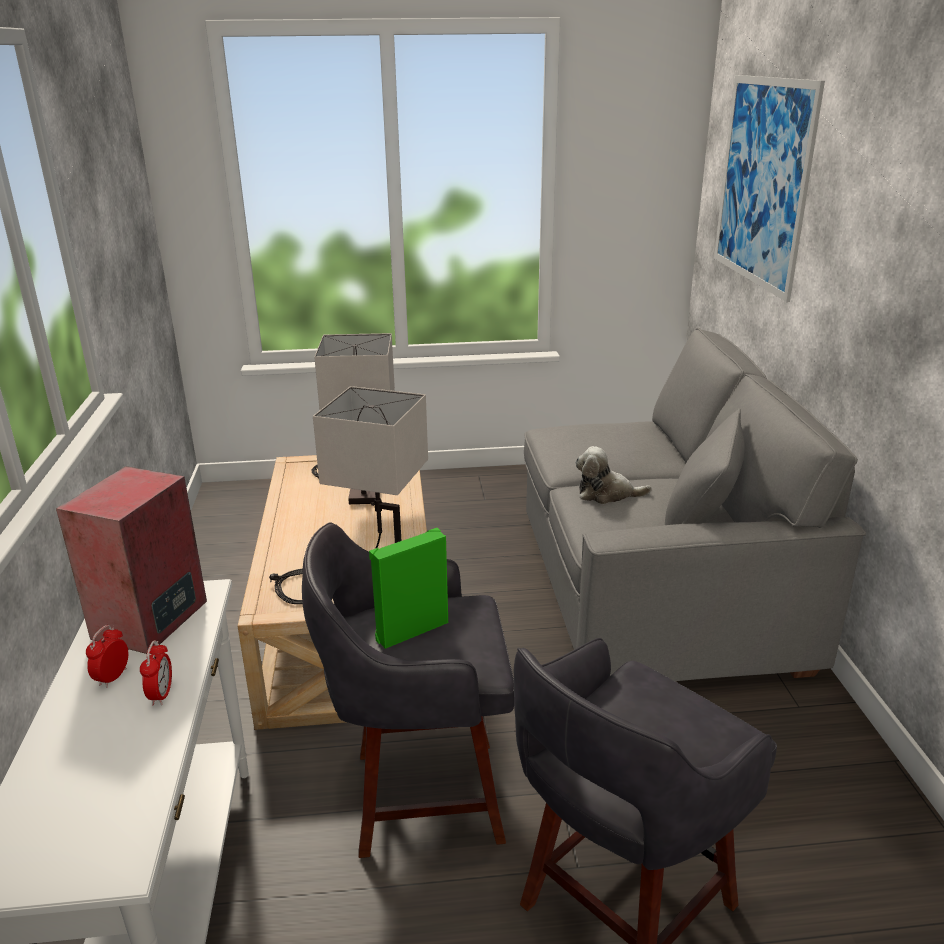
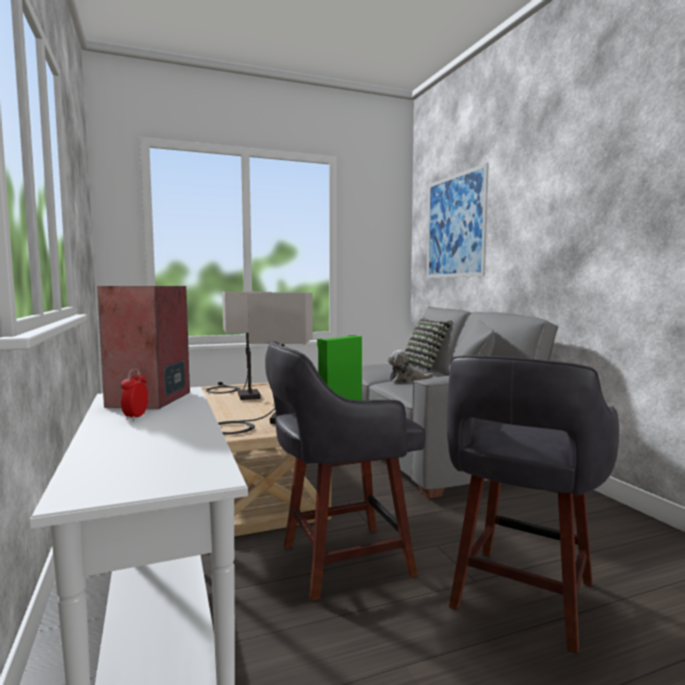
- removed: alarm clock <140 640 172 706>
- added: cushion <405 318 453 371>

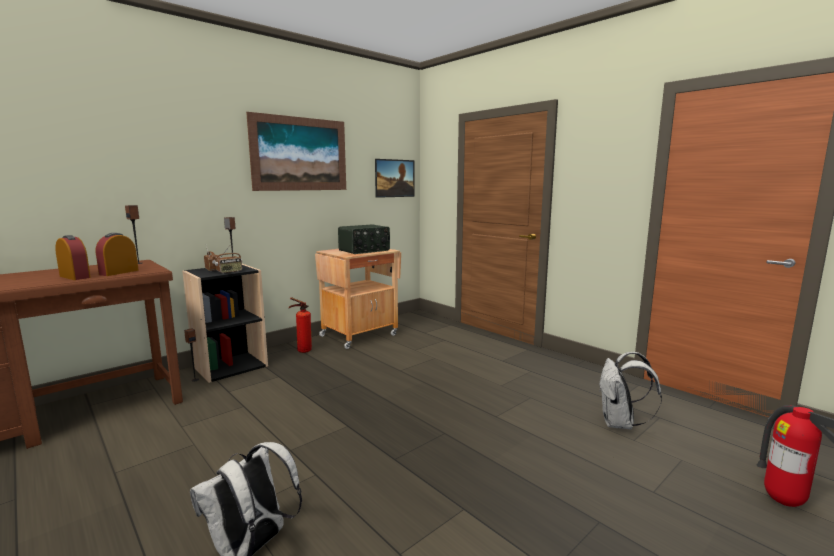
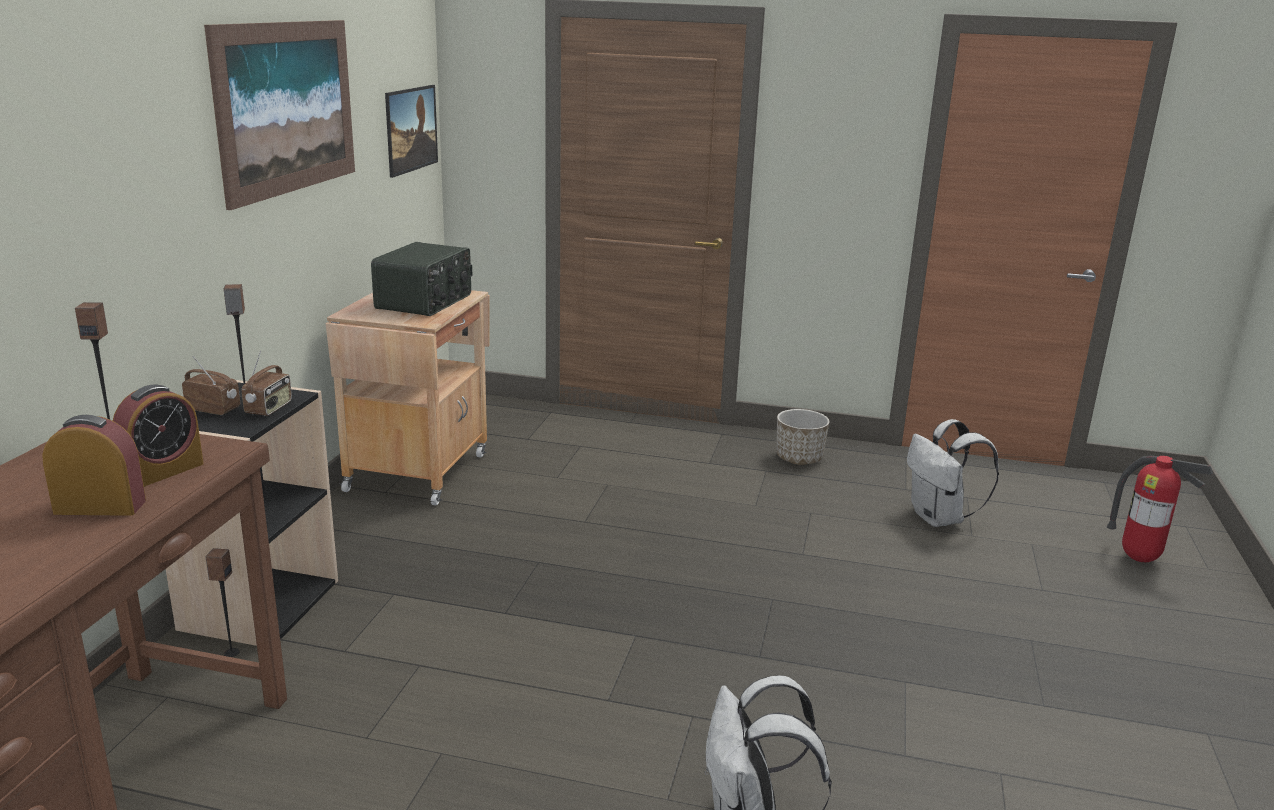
- removed: fire-fighting cylinder <289 297 312 353>
- added: flower pot <776 409 830 465>
- turned: alarm clock <95 233 139 276> = <113 385 204 487> 135 degrees counterclockwise

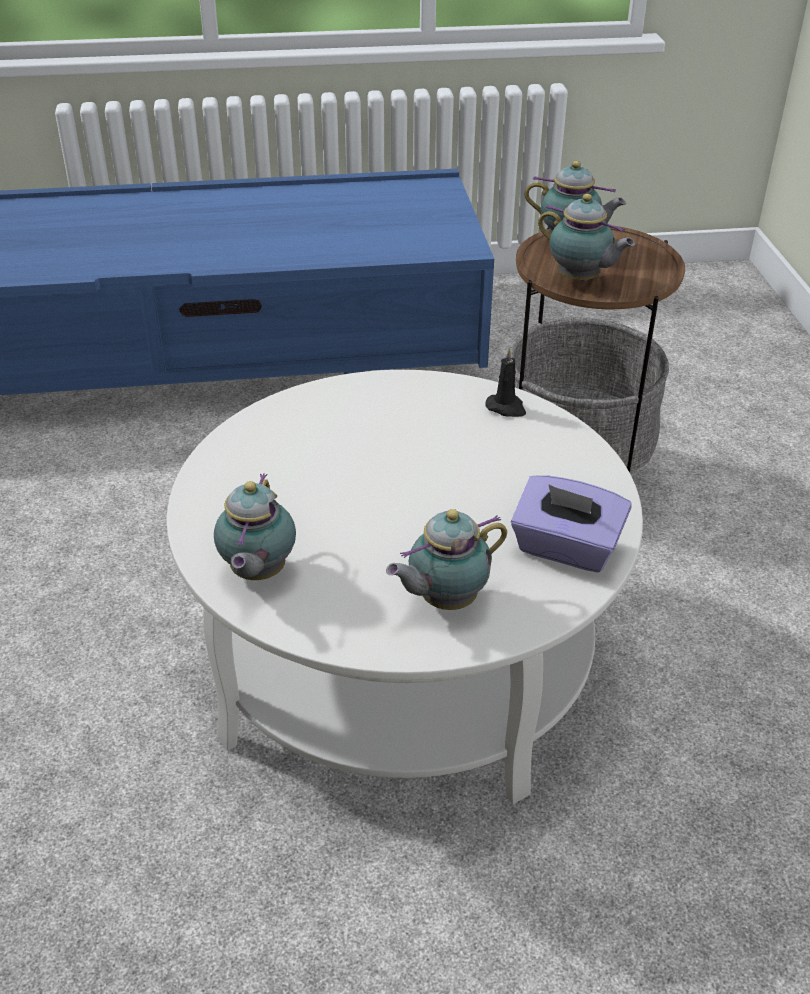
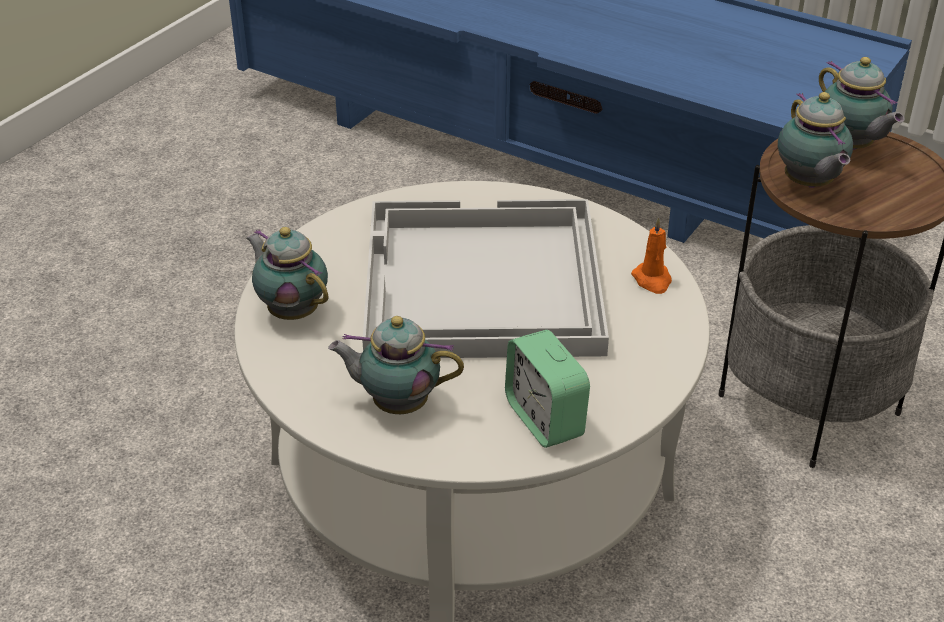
- added: whitish serving tray <362 199 609 358>
- replaced: purplish box of tissues <511 475 631 573> to alarm clock <505 330 590 448>
- recoloured: blackish candle <485 348 526 417> to orangey candle <631 217 672 294>
- turned: pot for tea <214 473 296 580> = <246 227 328 320> 90 degrees clockwise

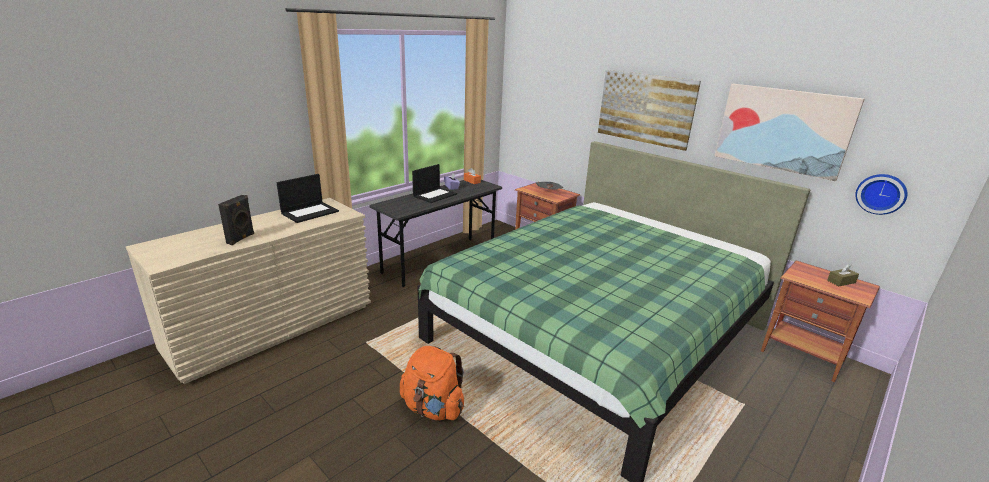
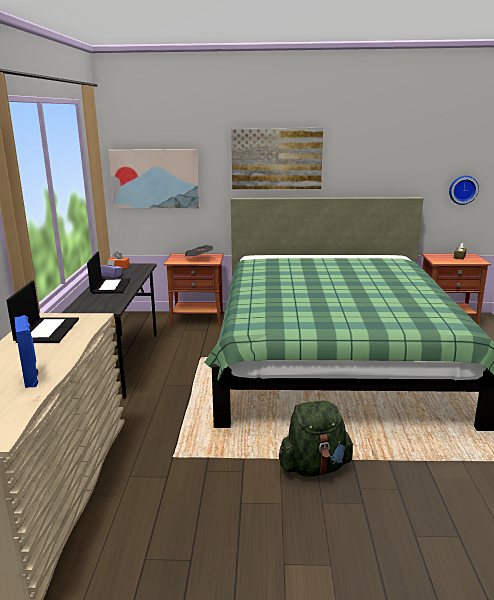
- moved: wall picture <715 84 865 181> to <108 149 199 209>
- recoloured: blackish audio speaker <218 195 254 245> to blue-coloured audio speaker <15 315 38 388>
- recoloured: orangey knapsack <400 346 464 420> to greenish knapsack <279 401 354 477>

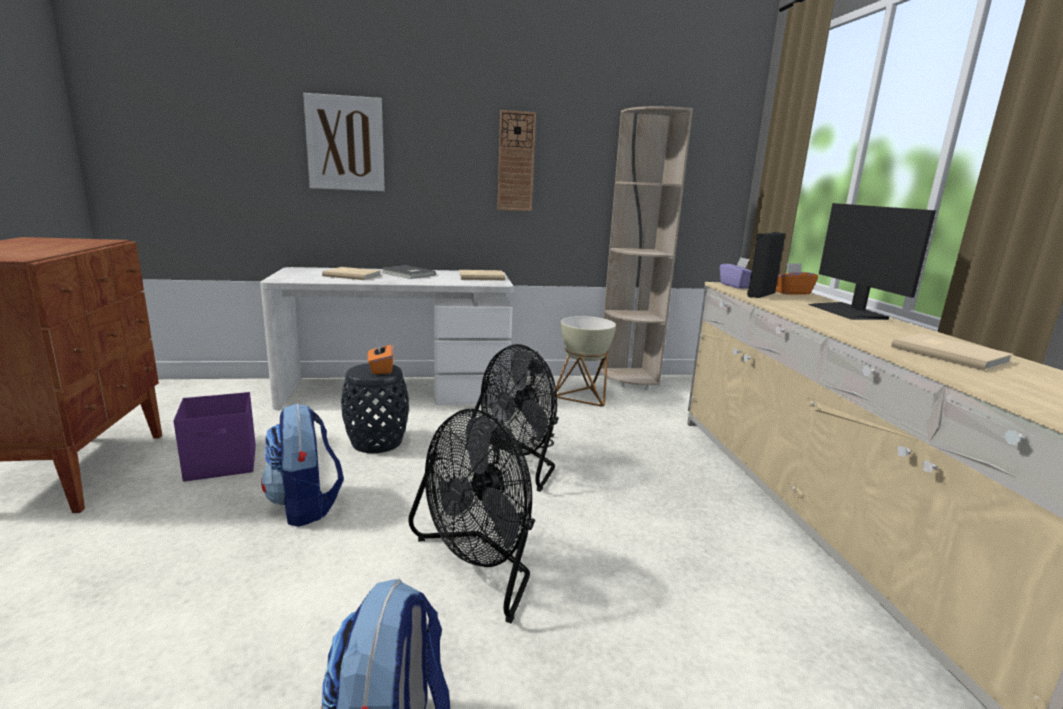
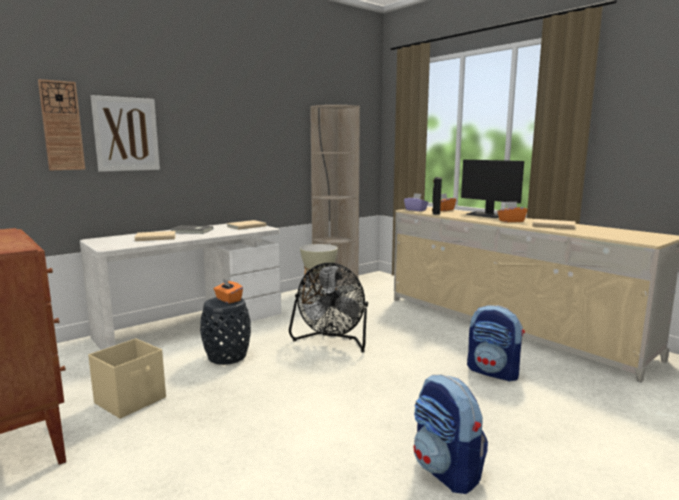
- removed: blackish fan <409 409 535 623>
- added: orangey box of tissues <497 201 528 222>
- moved: knapsack <261 403 344 527> to <467 305 525 382>
- moved: clock on the wall <497 110 536 211> to <38 79 85 170>
- recoloured: purplish storage container <173 392 256 482> to beige storage container <88 339 166 419>

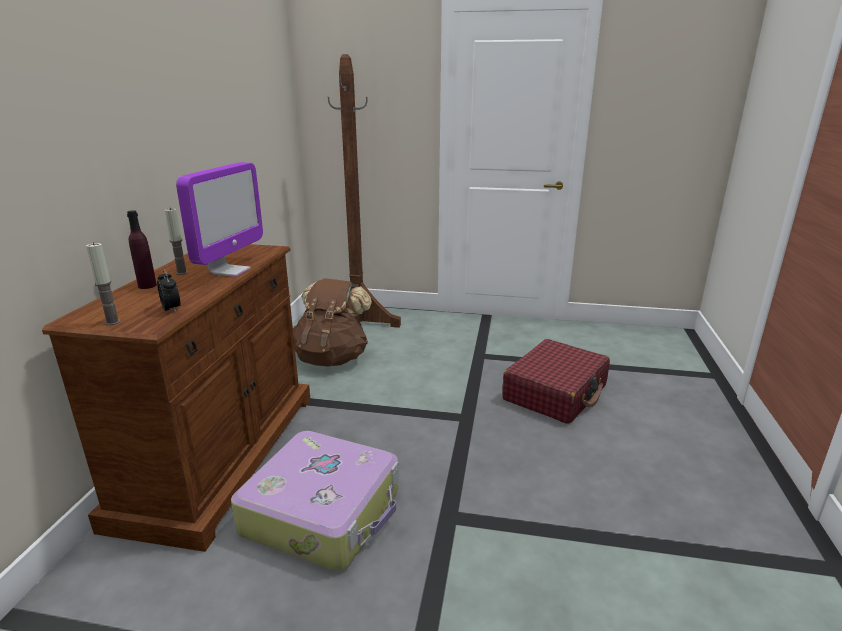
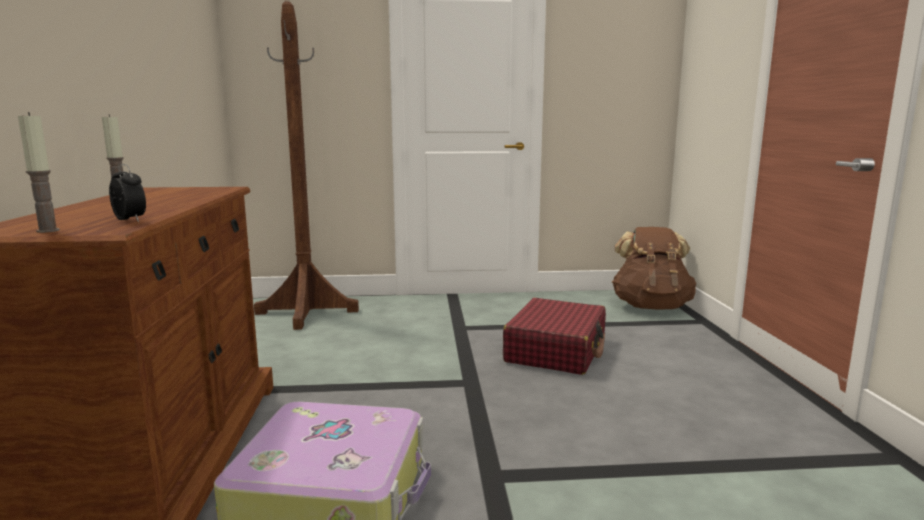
- removed: purplish bottle <127 210 157 289>
- removed: monitor <176 162 263 277>
- moved: brownish knapsack <293 278 372 367> to <612 227 697 310>

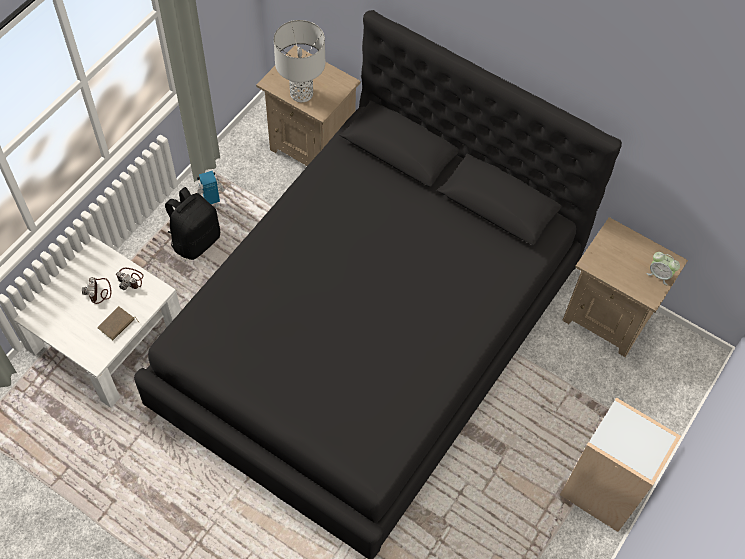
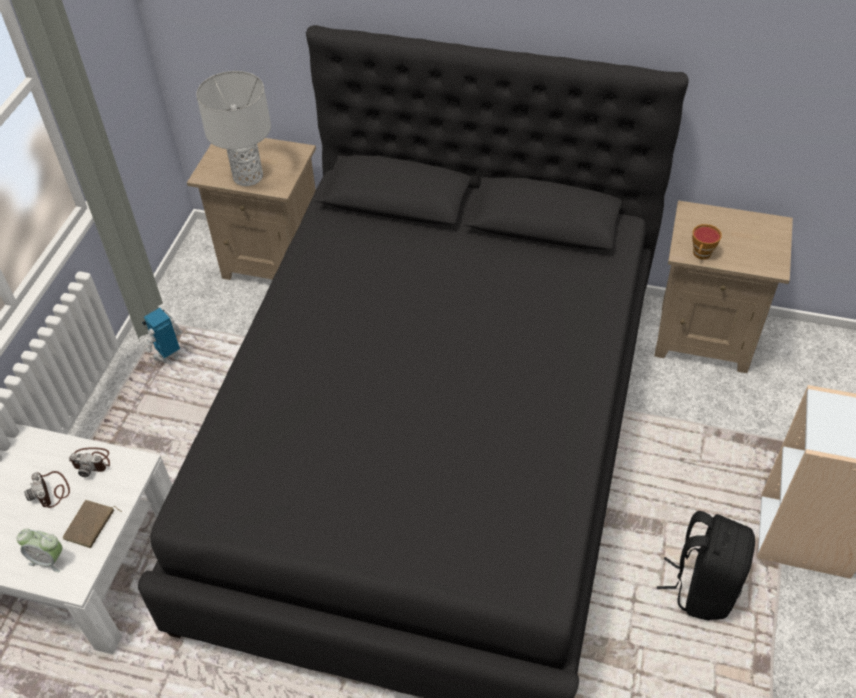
- added: drinking cup <692 224 722 260>
- moved: blackish knapsack <165 187 220 260> to <657 511 755 621>
- moved: alarm clock <646 252 680 285> to <17 528 62 572>

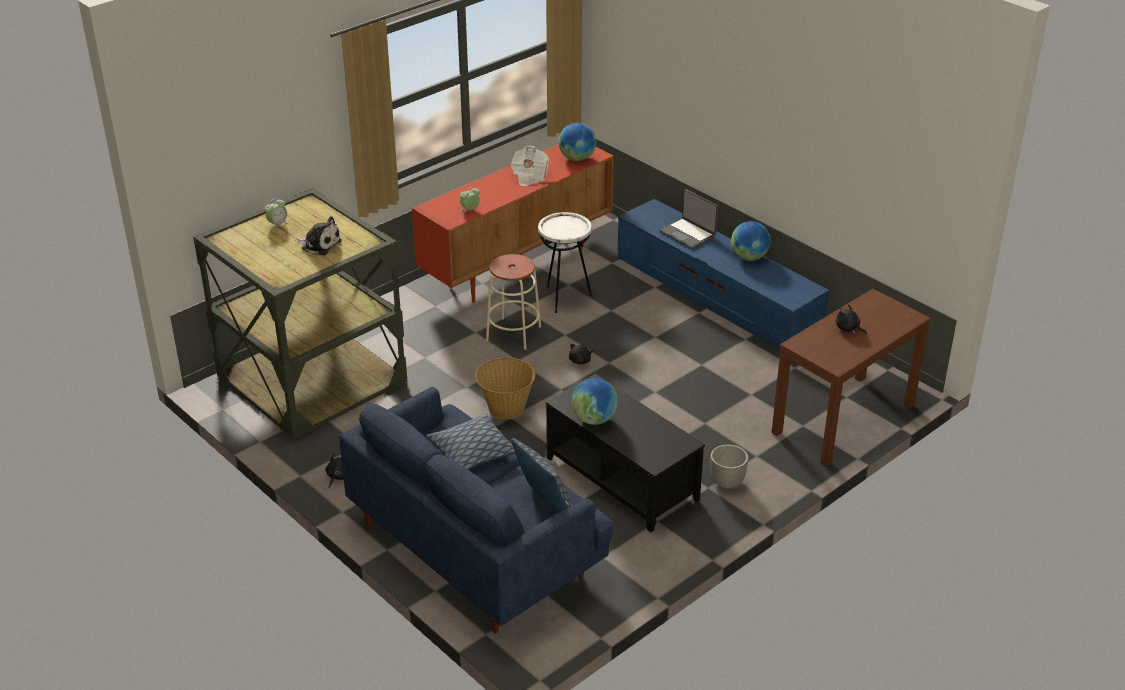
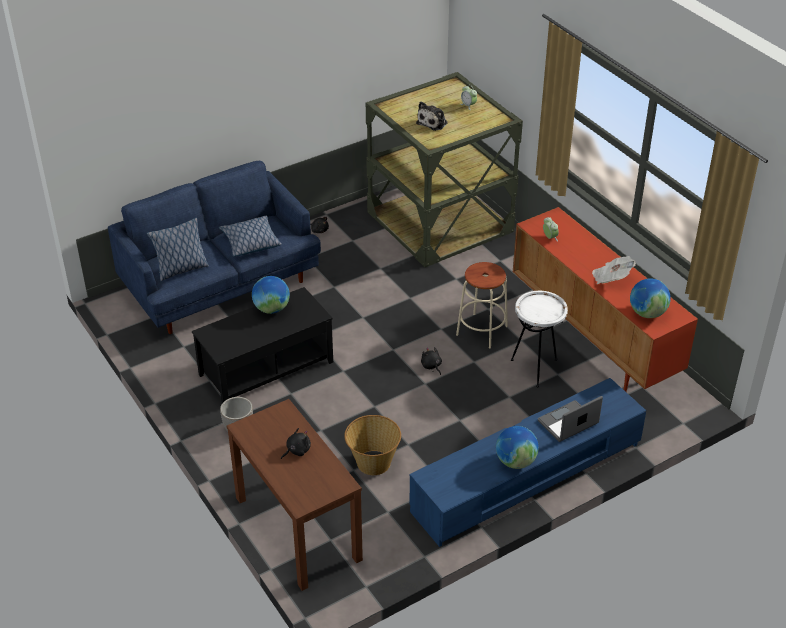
- moved: storage basket <475 358 535 419> to <344 415 401 475>

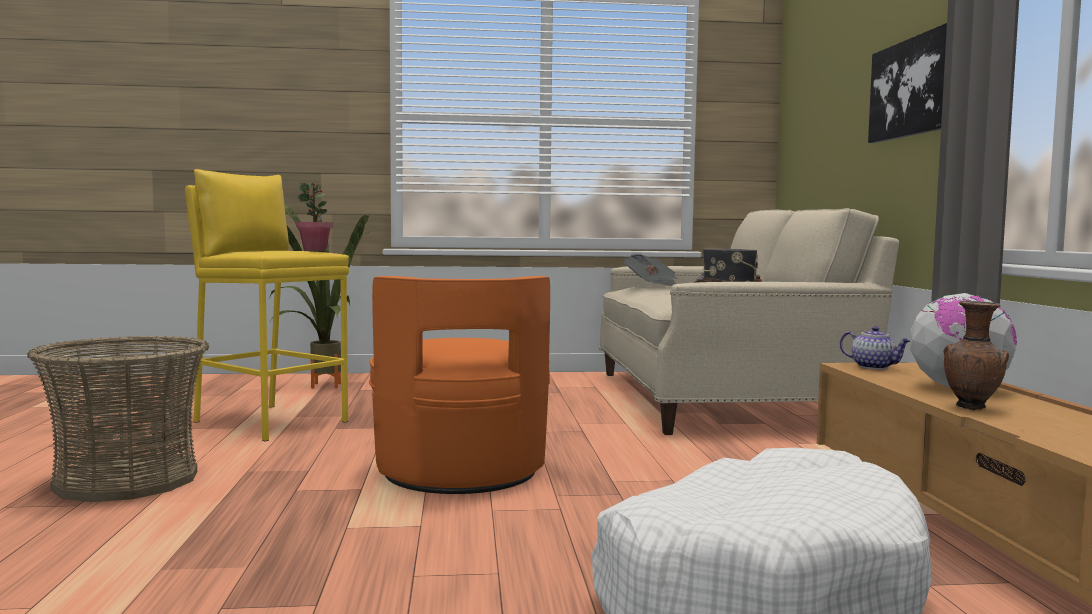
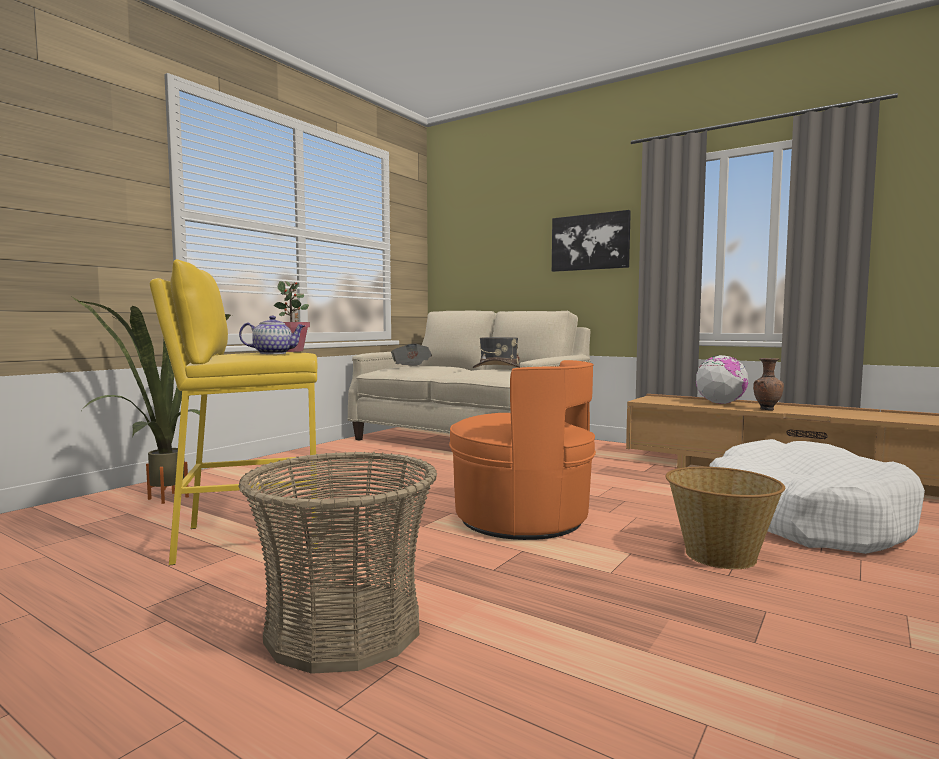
- added: storage basket <665 467 785 569>
- moved: pot for tea <840 326 910 370> to <239 316 305 354>

